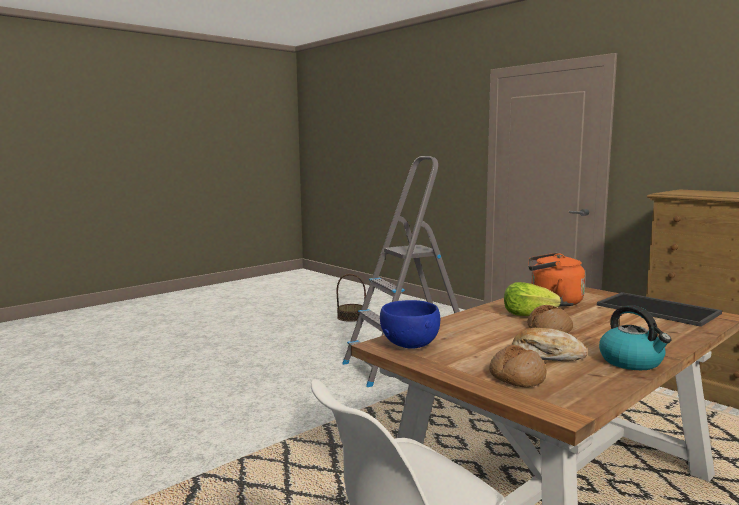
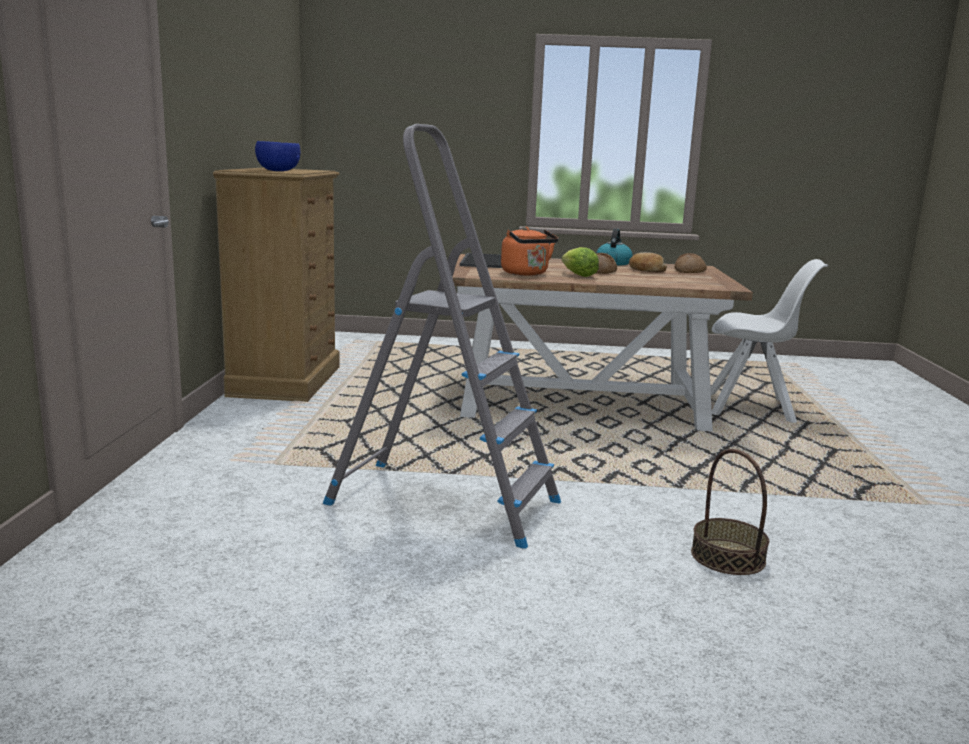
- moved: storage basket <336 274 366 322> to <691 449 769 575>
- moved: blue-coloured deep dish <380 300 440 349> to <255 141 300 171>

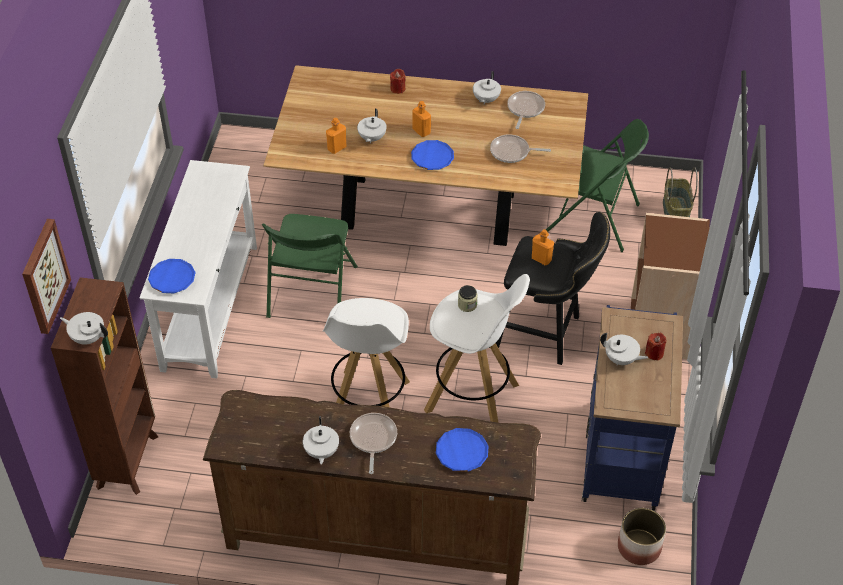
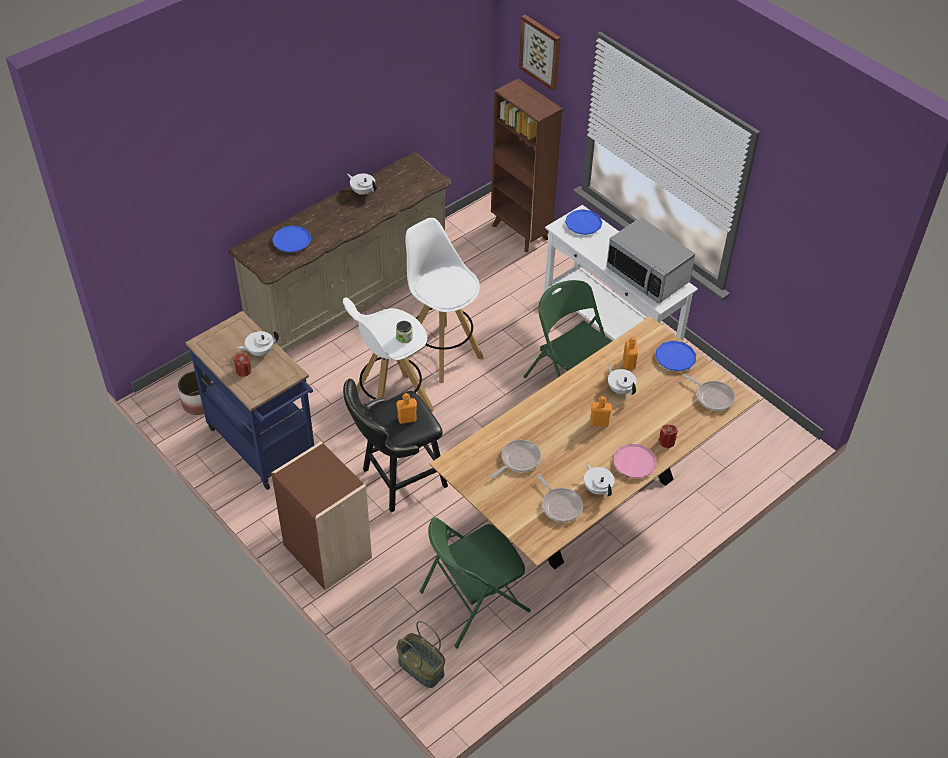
- removed: whitish pot for tea <60 312 108 345>
- added: microwave <606 217 695 304>
- added: pinkish plate <613 444 656 479>
- moved: pan <350 413 397 474> to <683 374 735 411>
- moved: blue-coloured plate <411 140 454 170> to <656 341 696 371>

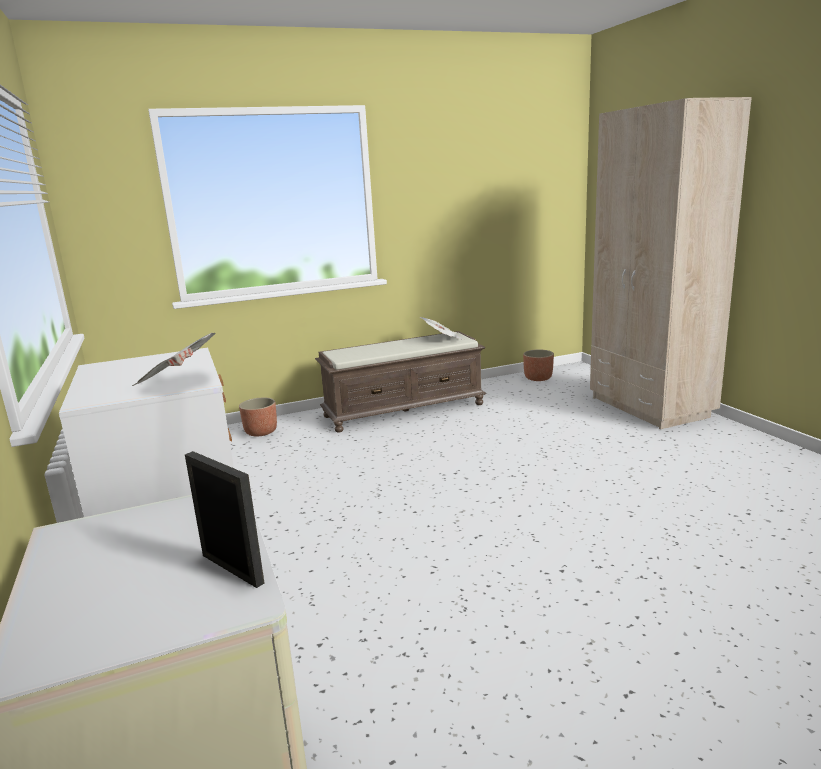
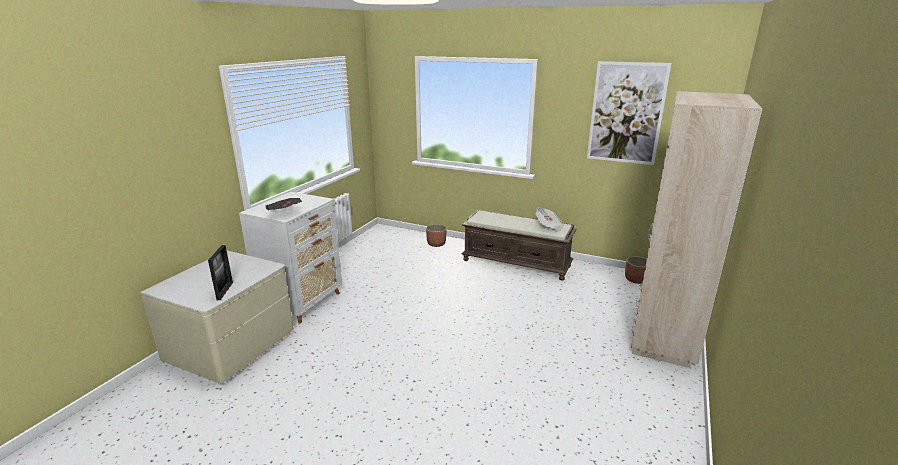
- added: wall picture <587 61 671 165>

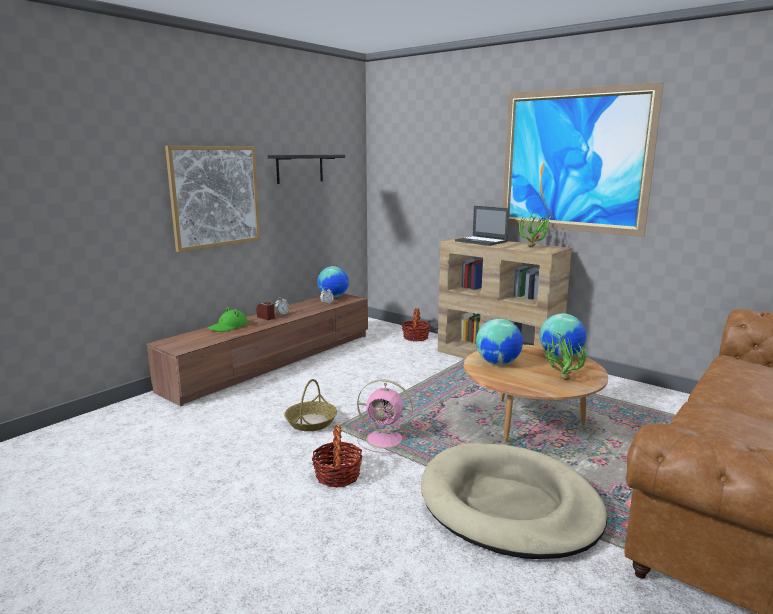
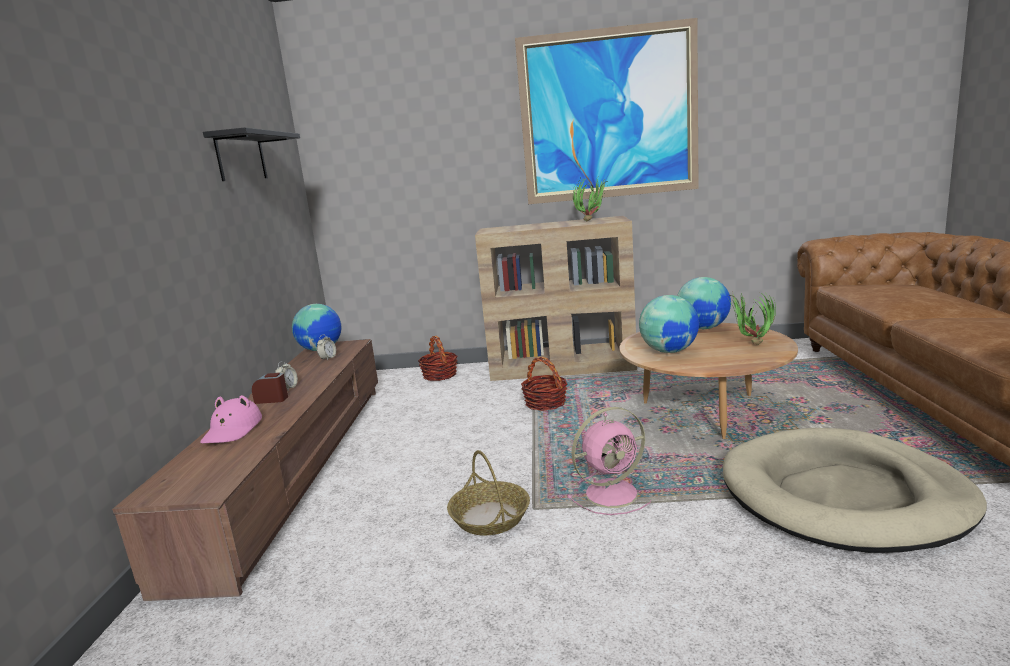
- removed: wall picture <165 146 260 252>
- removed: notebook computer <455 206 509 246>
- moved: storage basket <312 424 363 487> to <521 357 568 411>
- recoloured: greenish hat <208 307 248 332> to pinkish hat <200 395 262 443>

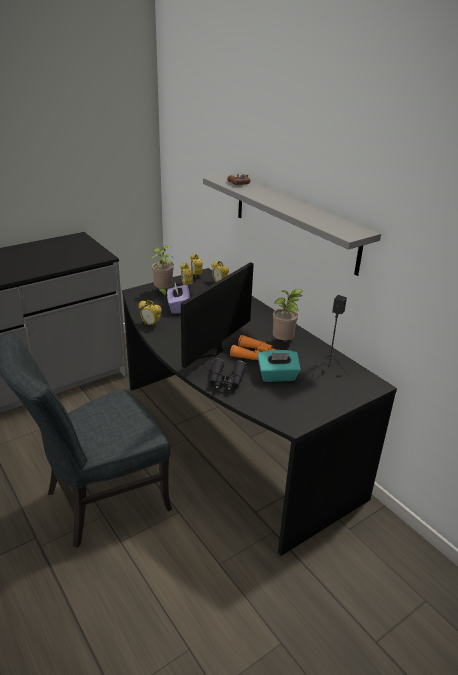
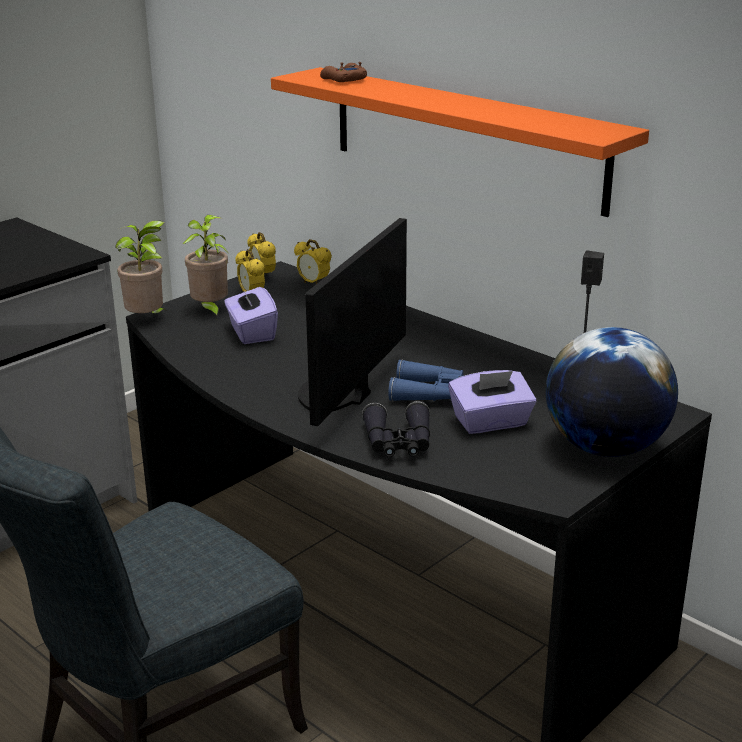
- removed: alarm clock <139 300 162 327>
- added: desk globe <546 327 678 457>
- moved: potted plant <273 289 303 340> to <115 220 168 314>
- recoloured: grey wall shelf <203 173 381 276> to orangey wall shelf <271 67 649 217>
- recoloured: orangey field glasses <230 335 276 360> to blue-coloured field glasses <389 359 463 401>
- recoloured: turquoise-coloured box of tissues <257 350 301 382> to purplish box of tissues <448 370 536 434>

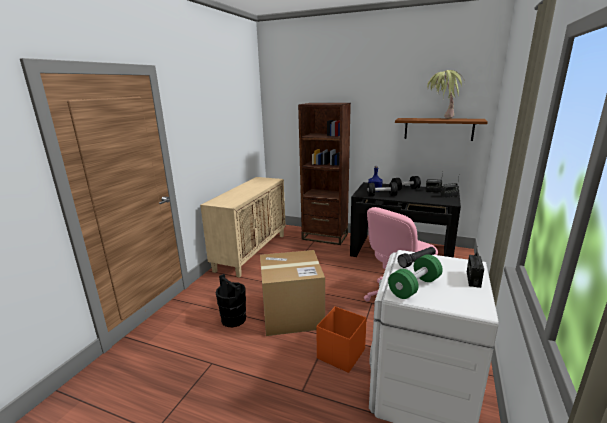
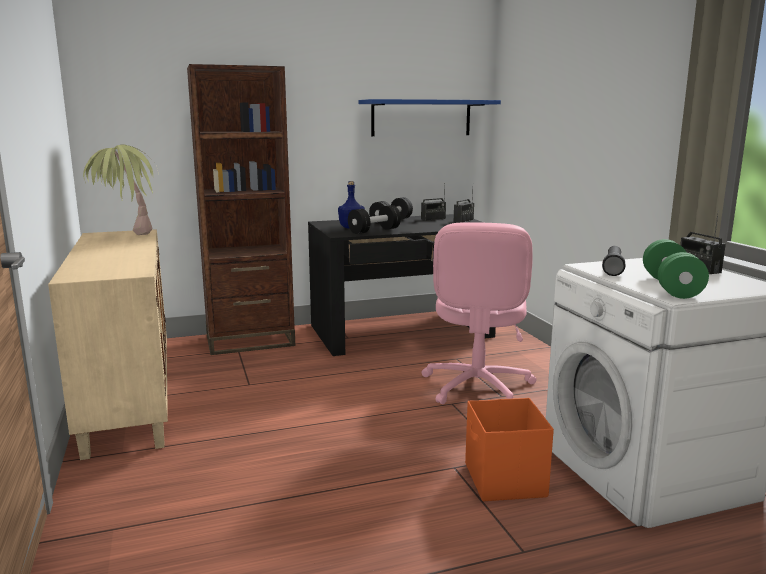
- removed: blackish pail <216 274 246 327>
- removed: cardboard box <260 250 325 336>
- moved: potted plant <427 70 465 119> to <83 145 153 235>
- recoloured: brownish wall shelf <395 118 488 141> to blue-coloured wall shelf <359 99 501 136>

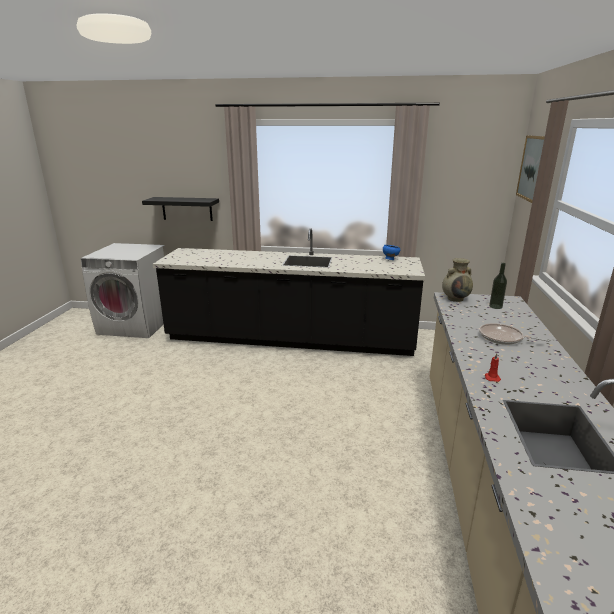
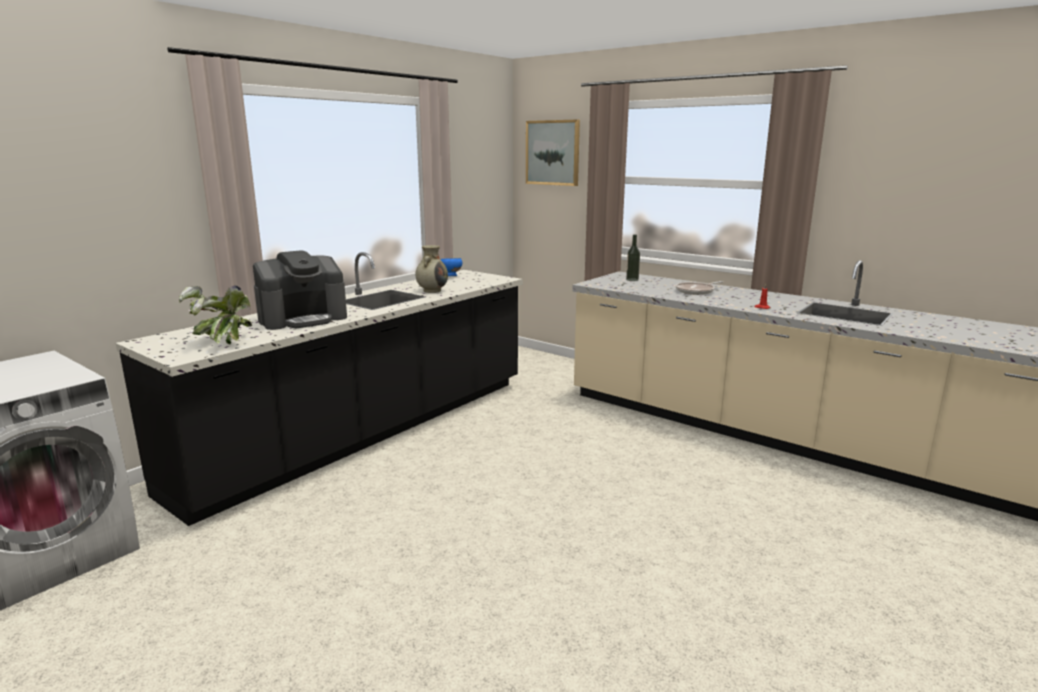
- removed: blackish wall shelf <142 197 219 221>
- added: potted plant <179 286 252 345>
- added: coffee brewer <253 250 347 330>
- moved: beige flower vase <442 258 473 302> to <416 245 448 293>

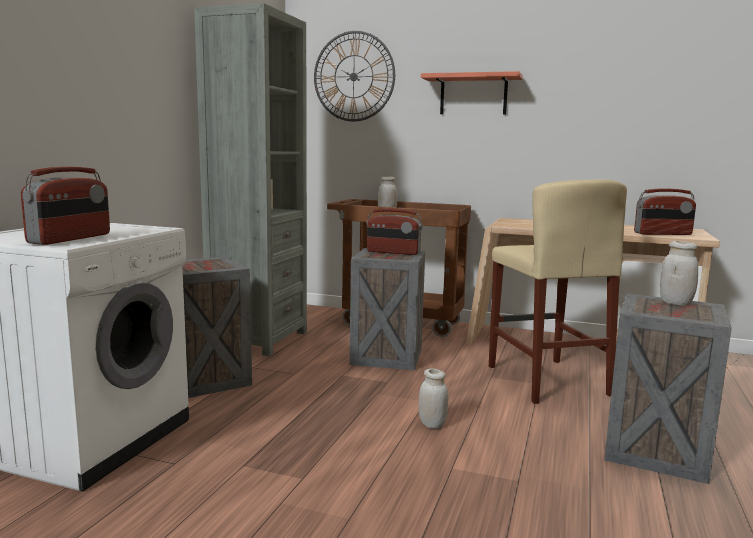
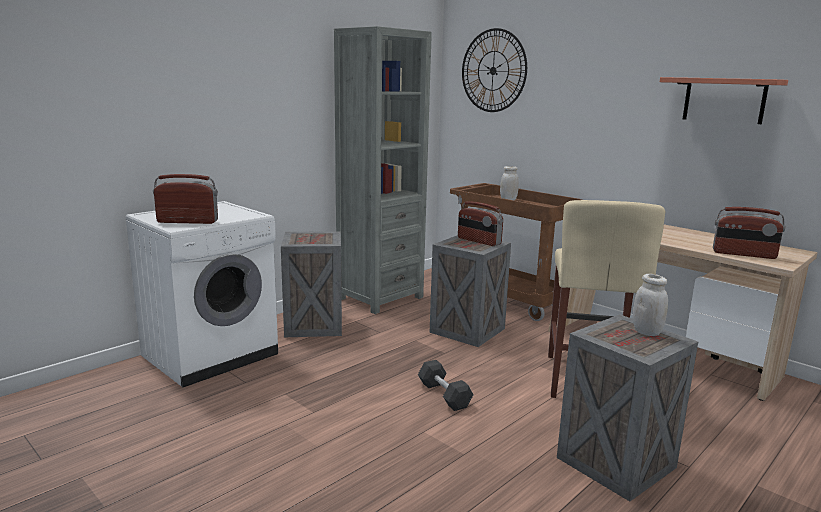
- moved: wall shelf <421 71 523 114> to <660 77 788 124>
- replaced: whitish preserve jar <419 368 448 429> to blackish free weight <418 360 474 411>
- turned: radio receiver <21 167 110 245> = <153 174 218 224> 135 degrees counterclockwise

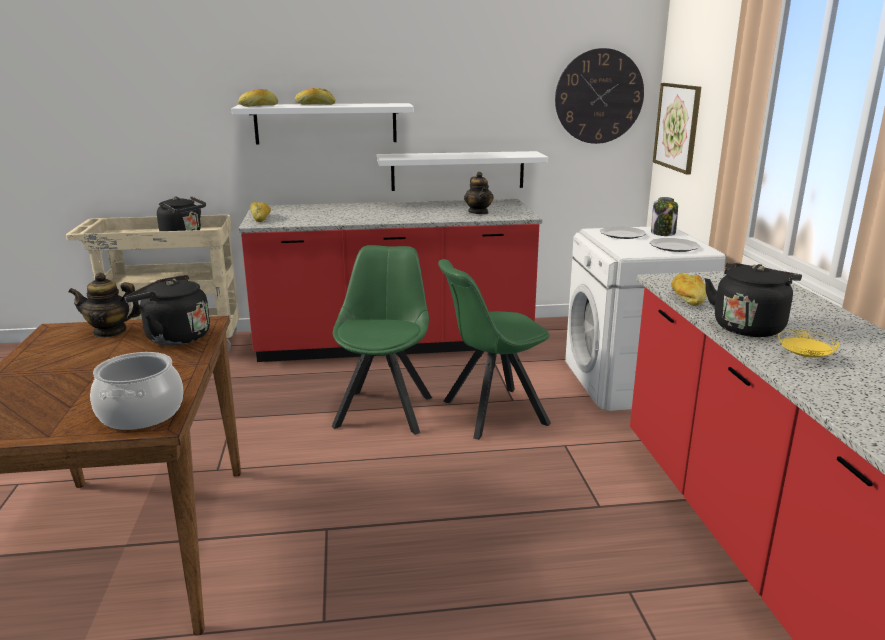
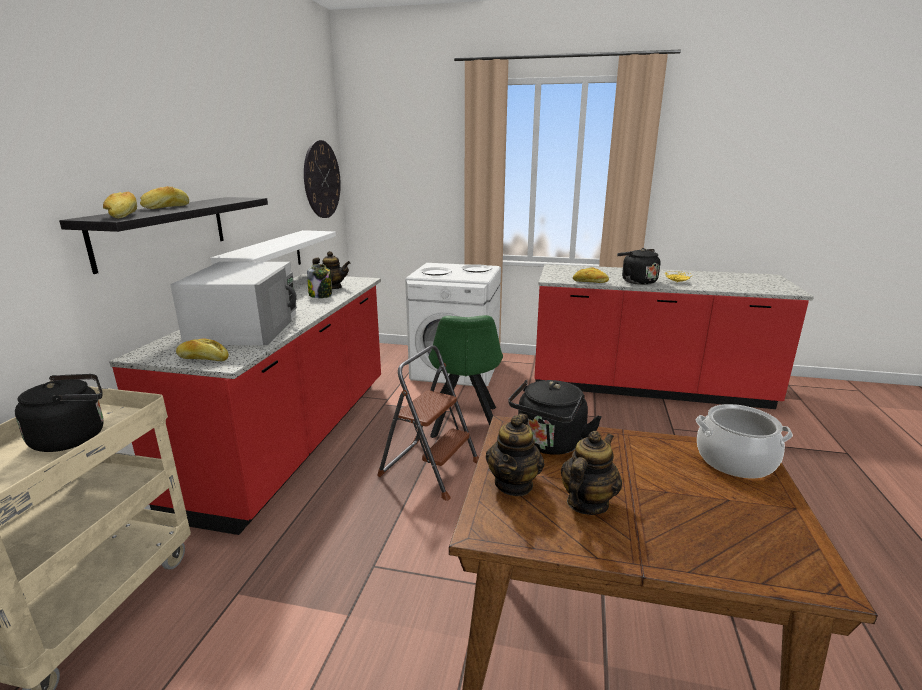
- removed: wall picture <653 83 701 174>
- added: whitish microwave <170 262 297 345>
- added: pot for tea <561 431 622 515>
- moved: preserve jar <651 197 678 236> to <307 264 332 298>
- replaced: greenish chair <332 245 432 435> to brownish step ladder <377 345 479 501>
- recoloured: whitish wall shelf <232 103 414 144> to blackish wall shelf <59 197 268 274>

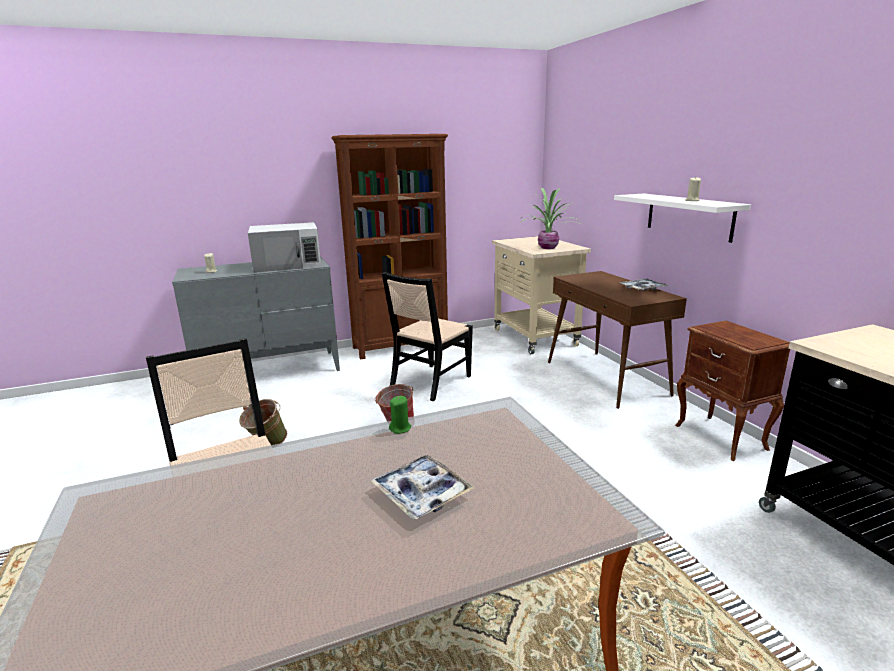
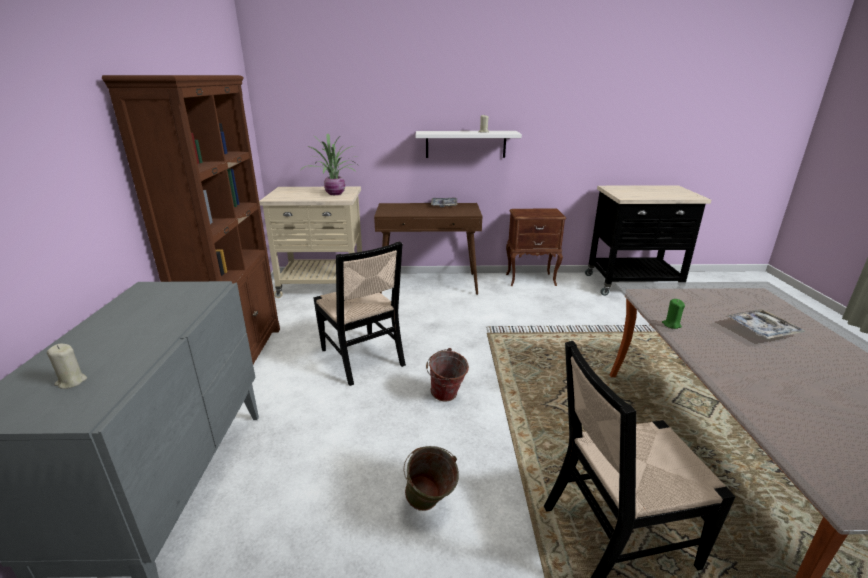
- removed: whitish microwave <248 222 321 273>

